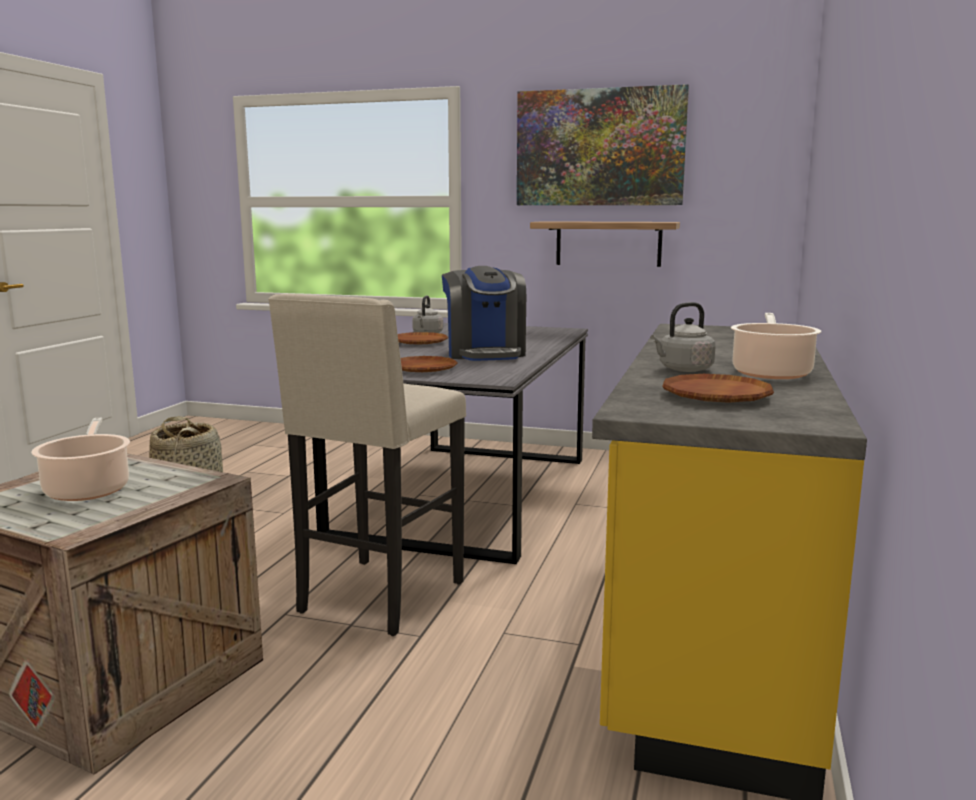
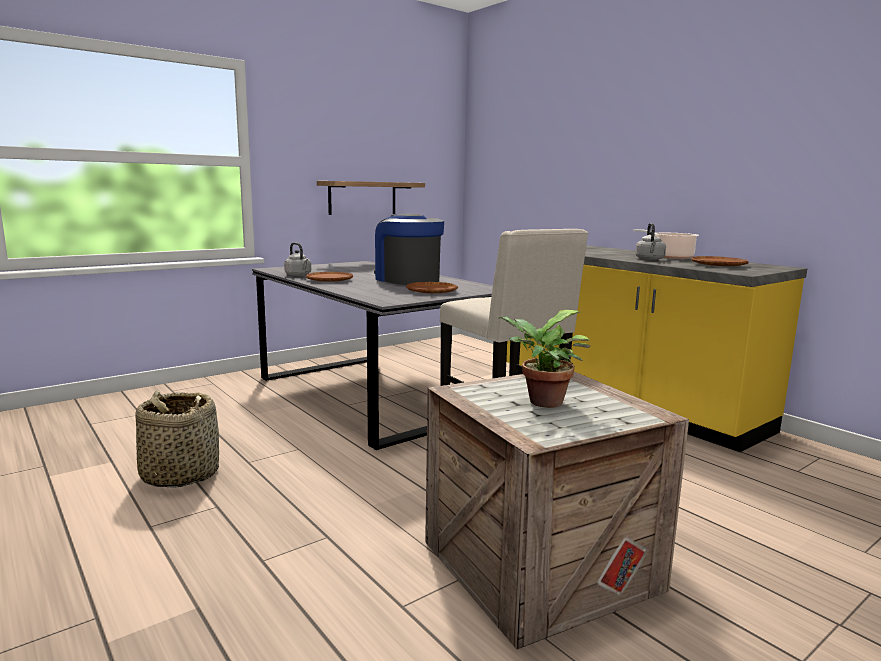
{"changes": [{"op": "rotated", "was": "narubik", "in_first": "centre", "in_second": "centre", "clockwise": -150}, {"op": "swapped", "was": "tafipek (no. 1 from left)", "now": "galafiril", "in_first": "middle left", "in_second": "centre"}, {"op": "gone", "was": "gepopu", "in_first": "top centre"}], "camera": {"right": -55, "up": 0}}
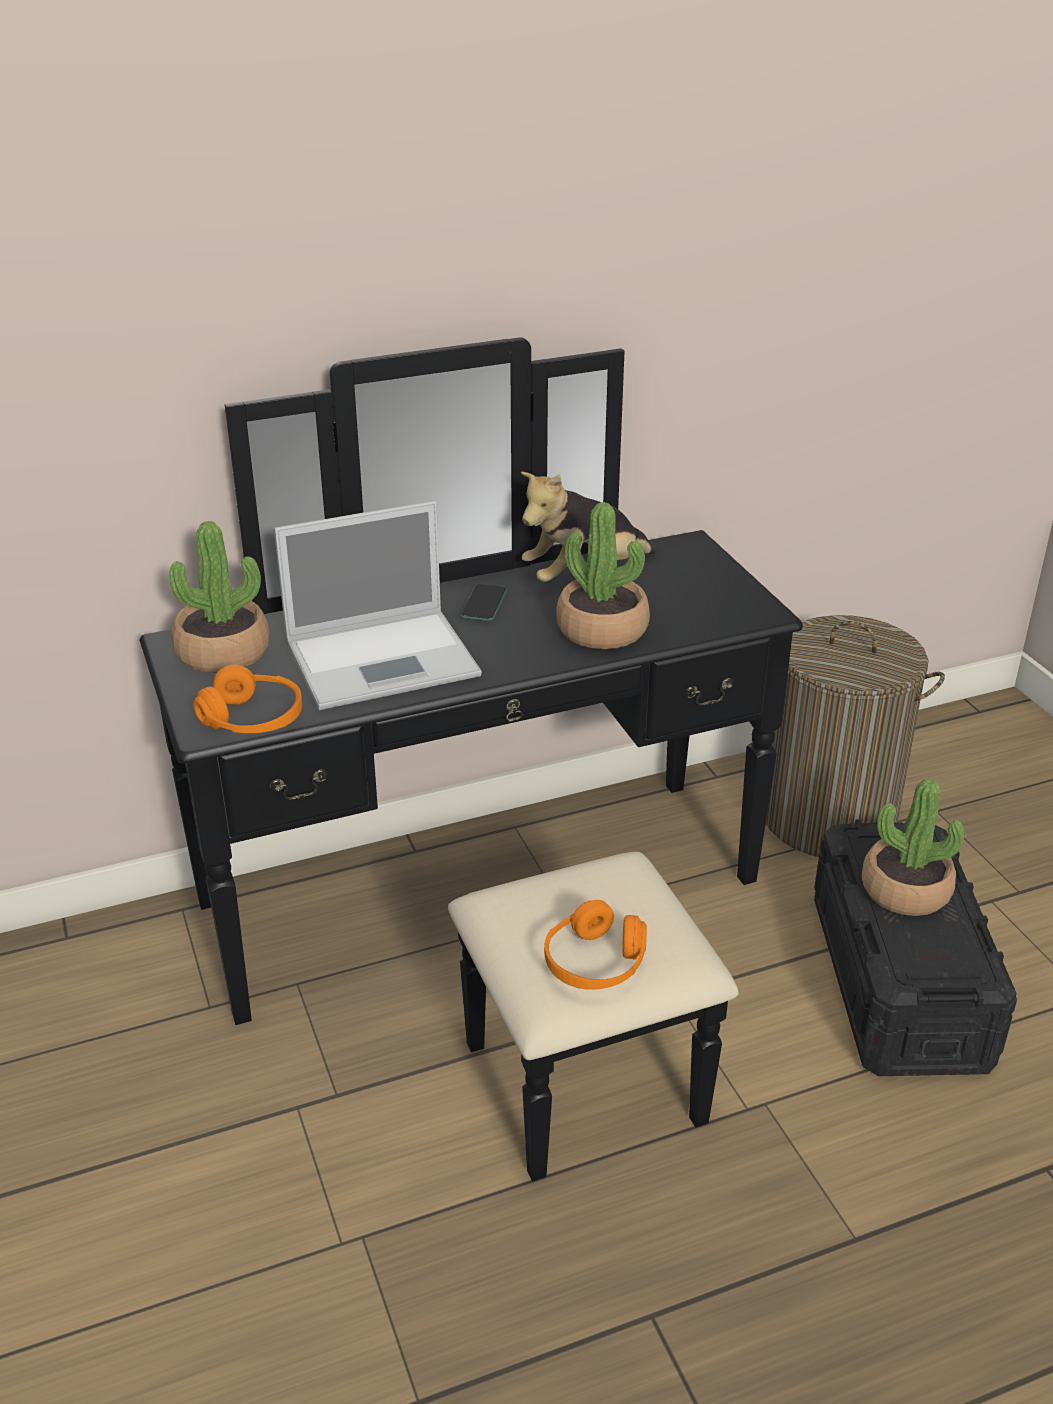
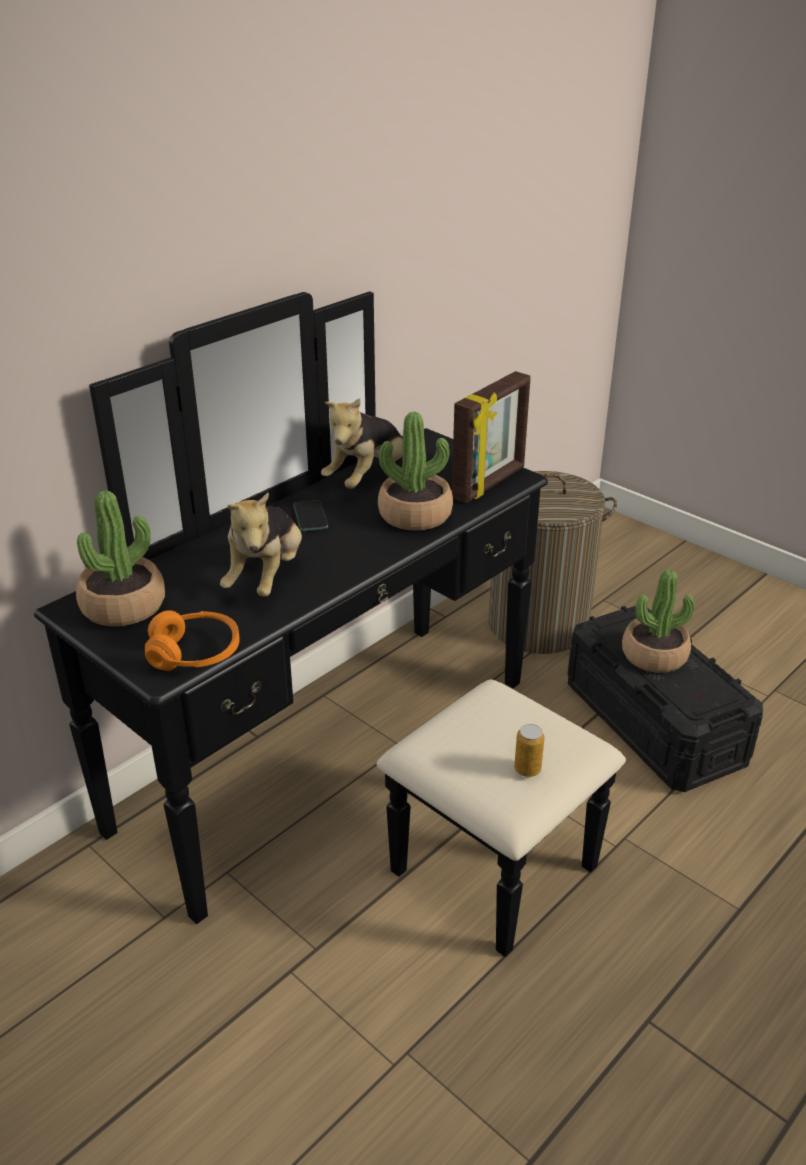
{"changes": [{"op": "swapped", "was": "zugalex", "now": "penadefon (no. 1 from left)", "in_first": "centre", "in_second": "middle left"}, {"op": "new", "now": "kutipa", "in_second": "centre"}, {"op": "swapped", "was": "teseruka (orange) (no. 2 from left)", "now": "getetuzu", "in_first": "bottom centre", "in_second": "centre"}], "camera": {"right": -25, "up": 0}}
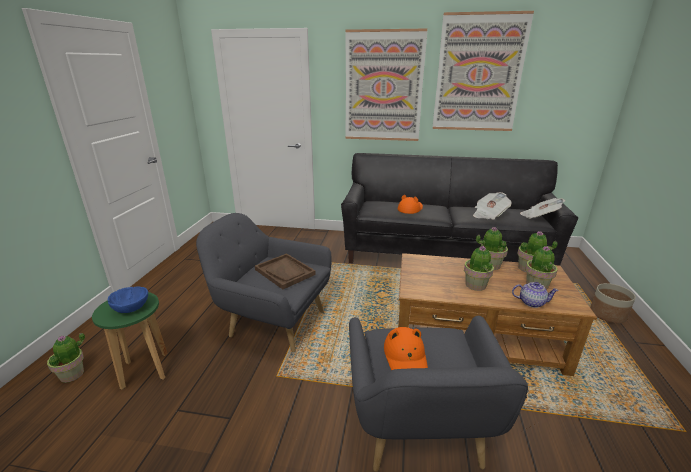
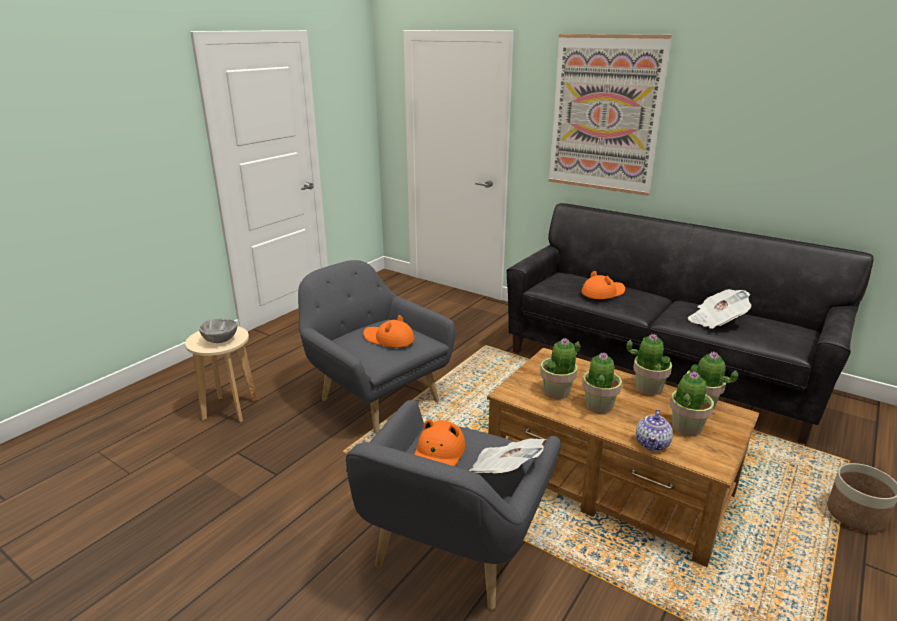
{"changes": [{"op": "repainted", "was": "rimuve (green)", "now": "rimuve (beige)", "in_first": "bottom left", "in_second": "middle left"}, {"op": "repainted", "was": "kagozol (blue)", "now": "kagozol (grey)", "in_first": "middle left", "in_second": "middle left"}, {"op": "swapped", "was": "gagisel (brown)", "now": "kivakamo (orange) (no. 1 from left)", "in_first": "centre", "in_second": "centre"}, {"op": "shifted", "was": "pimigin (no. 2 from left in the first image)", "now": "pimigin (no. 1 from left)", "in_first": "middle right", "in_second": "bottom centre"}, {"op": "shifted", "was": "galafiril (no. 1 from left)", "in_first": "bottom left", "in_second": "centre"}, {"op": "rotated", "was": "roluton", "in_first": "middle right", "in_second": "bottom right", "clockwise": 75}, {"op": "gone", "was": "gepopu (no. 2 from left)", "in_first": "top right"}], "camera": {"right": 25, "up": 0}}
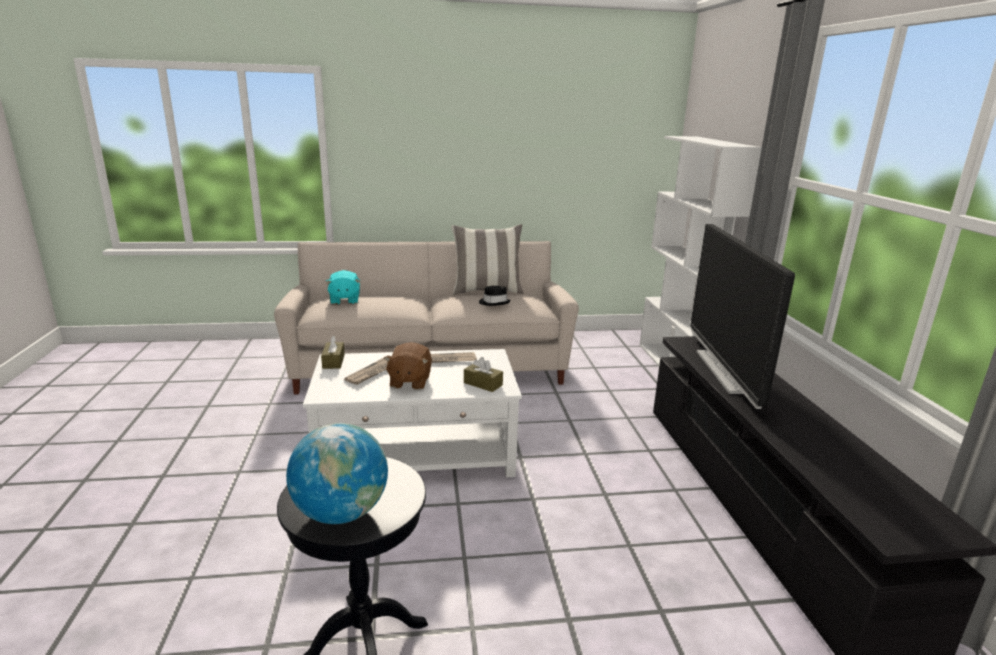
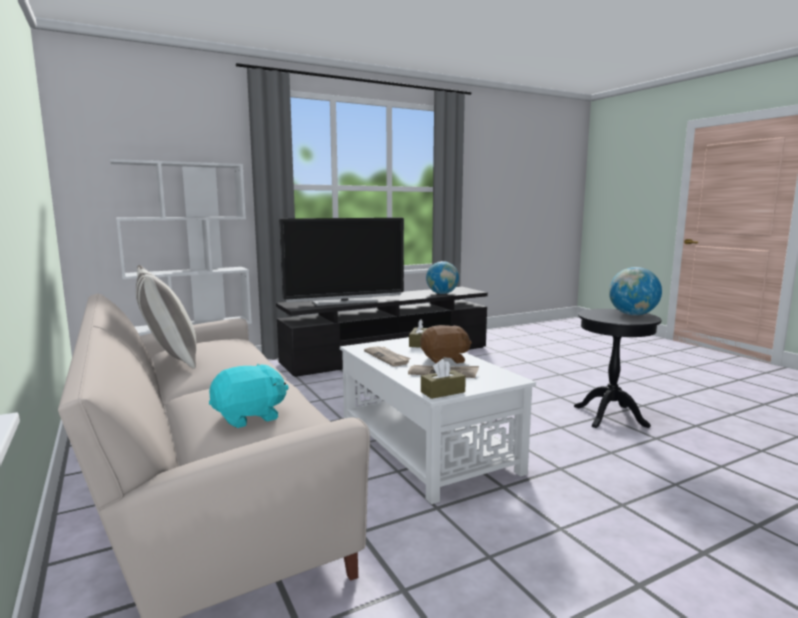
{"changes": [{"op": "new", "now": "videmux (no. 1 from left)", "in_second": "centre"}, {"op": "gone", "was": "kivakamo (black)", "in_first": "centre"}], "camera": {"right": -110, "up": -10}}
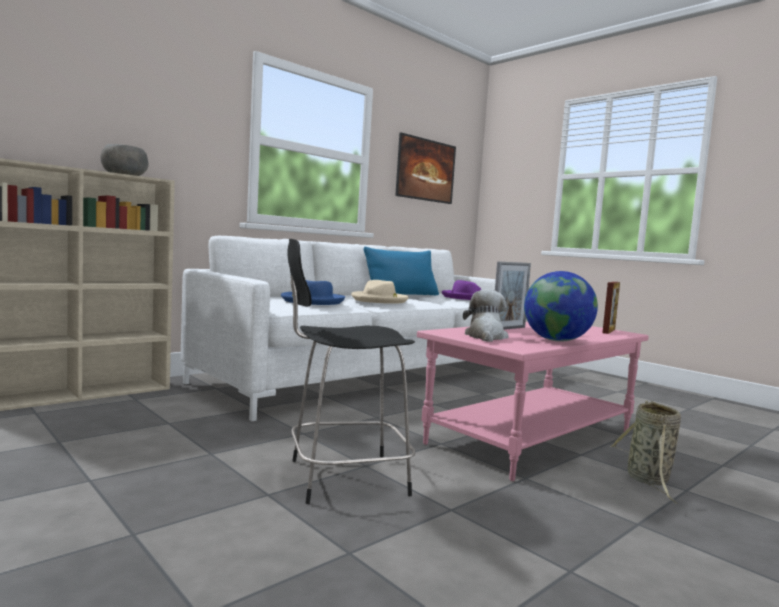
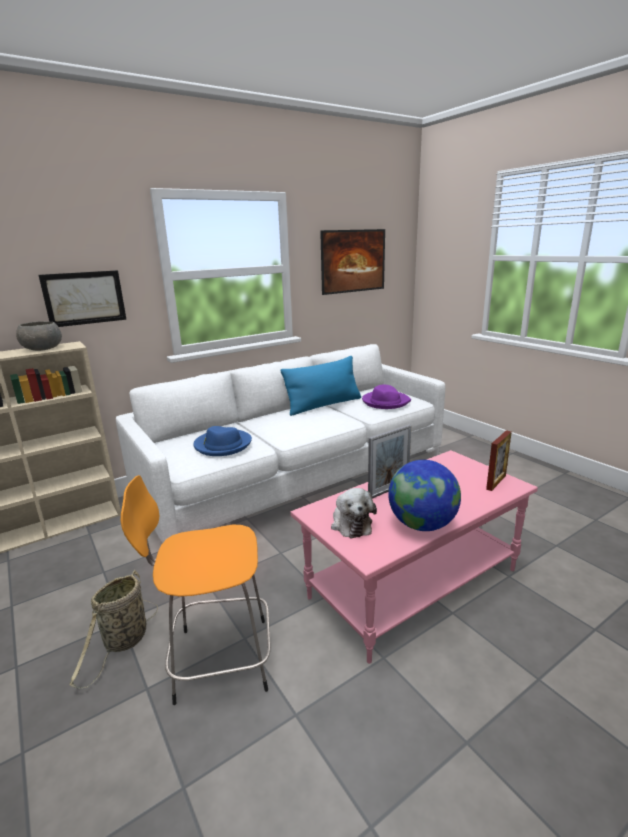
{"changes": [{"op": "new", "now": "gepopu (no. 1 from left)", "in_second": "middle left"}, {"op": "shifted", "was": "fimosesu", "in_first": "bottom right", "in_second": "bottom left"}, {"op": "repainted", "was": "rimuve (black)", "now": "rimuve (orange)", "in_first": "centre", "in_second": "bottom left"}, {"op": "rotated", "was": "penadefon", "in_first": "centre", "in_second": "centre", "clockwise": 150}, {"op": "gone", "was": "kivakamo (beige)", "in_first": "centre"}], "camera": {"right": 10, "up": 15}}
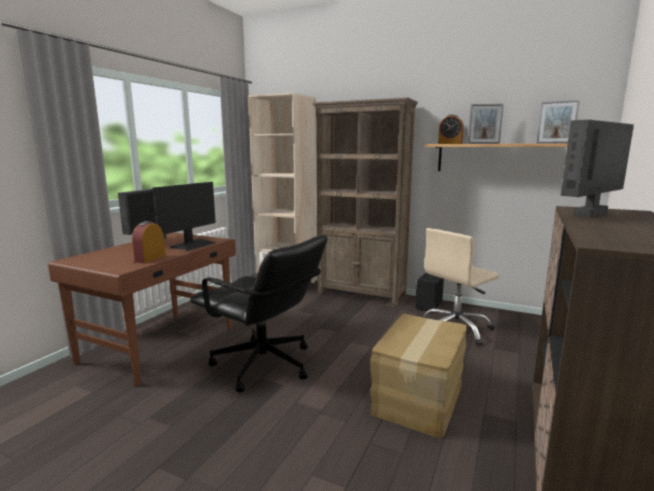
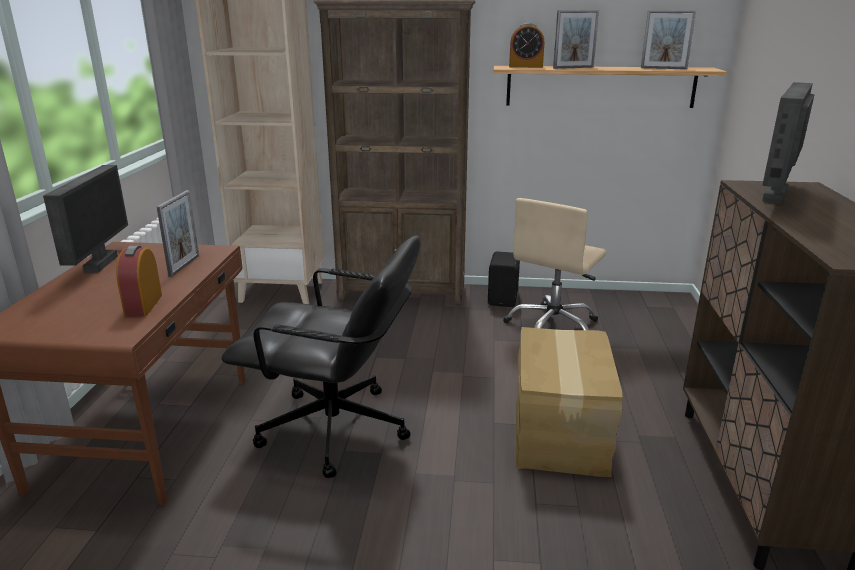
{"changes": [{"op": "swapped", "was": "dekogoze (no. 2 from left)", "now": "kutipa (no. 1 from left)", "in_first": "middle left", "in_second": "middle left"}], "camera": {"right": -20, "up": 10}}
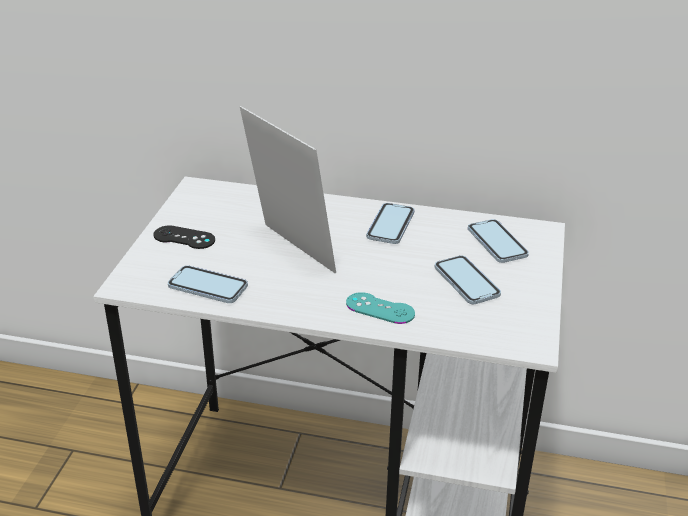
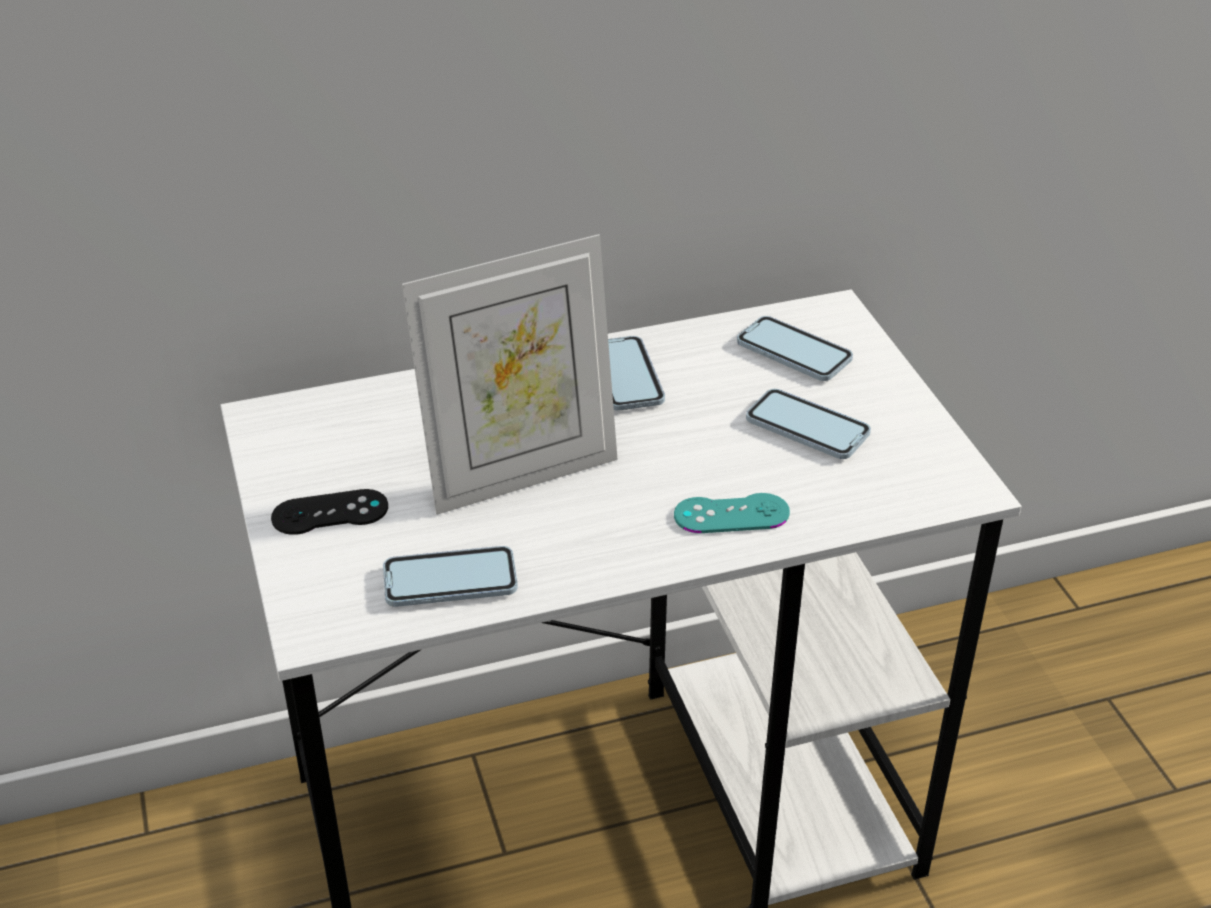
{"changes": [{"op": "rotated", "was": "kutipa", "in_first": "centre", "in_second": "centre", "clockwise": 135}], "camera": {"right": -30, "up": 5}}
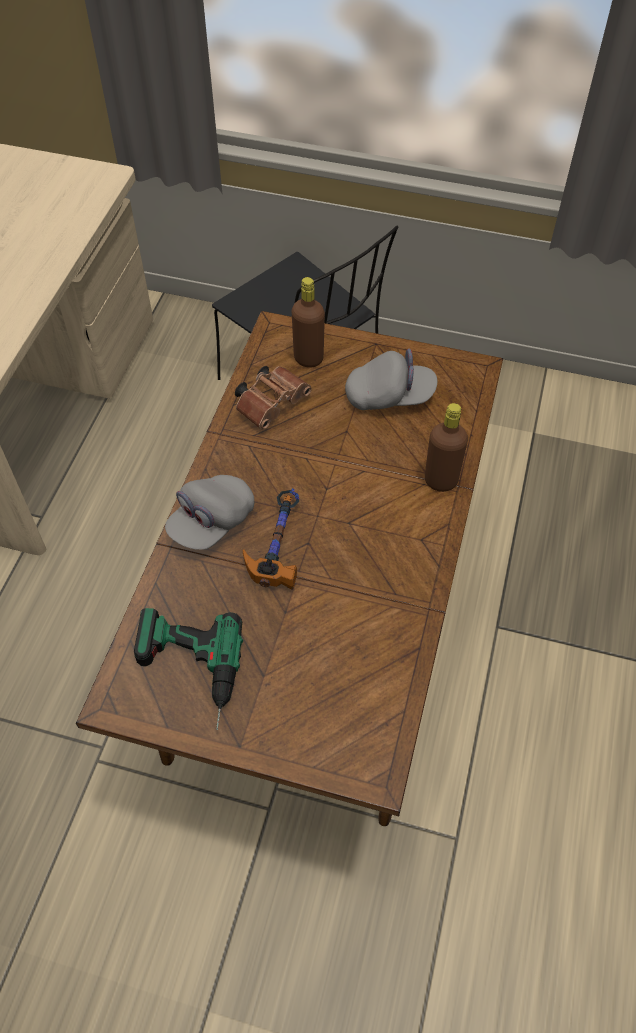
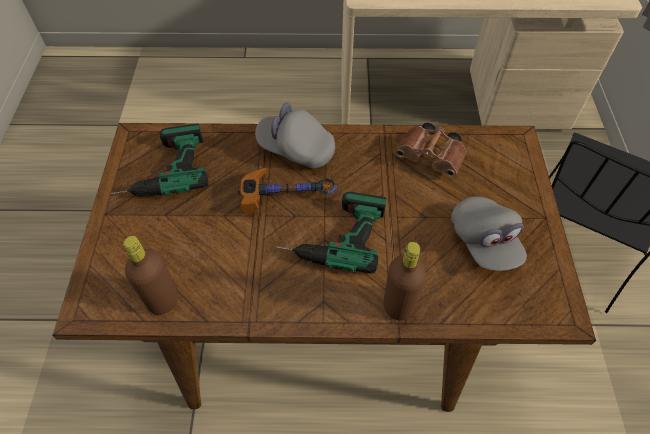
{"changes": [{"op": "shifted", "was": "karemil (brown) (no. 1 from left)", "in_first": "top centre", "in_second": "middle left"}, {"op": "new", "now": "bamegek (no. 2 from left)", "in_second": "centre"}], "camera": {"right": 75, "up": 0}}
